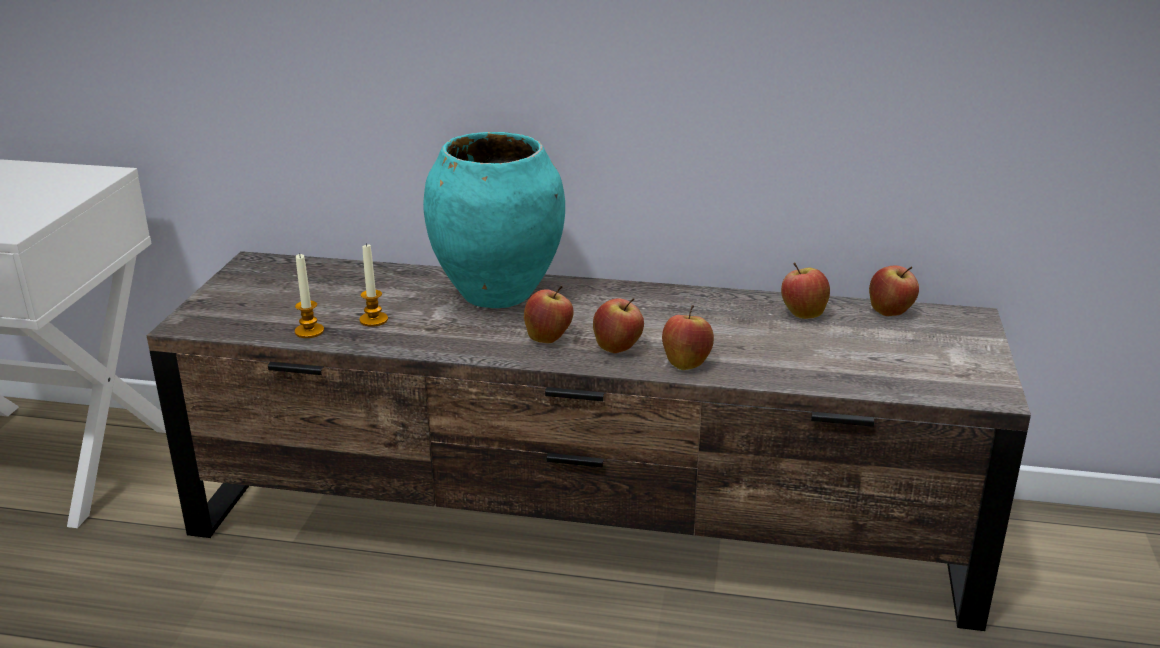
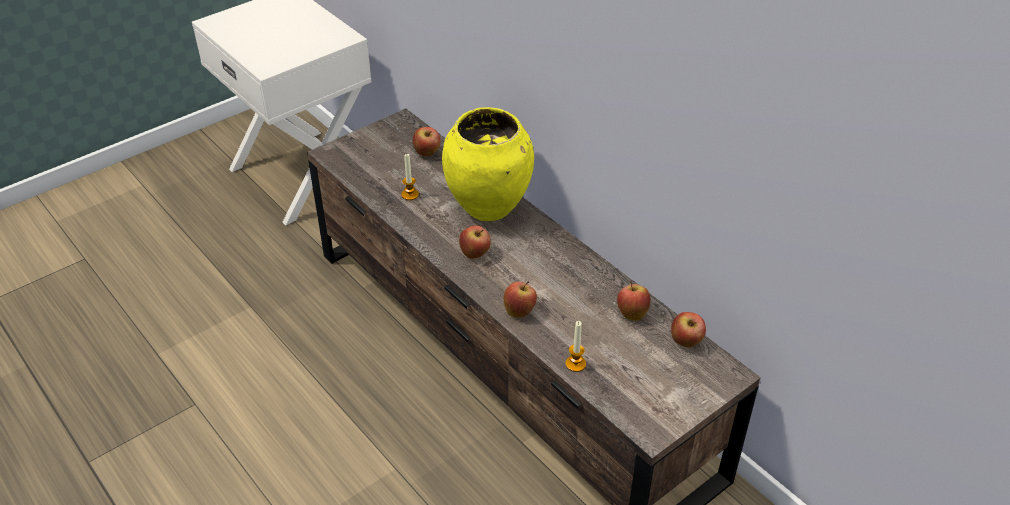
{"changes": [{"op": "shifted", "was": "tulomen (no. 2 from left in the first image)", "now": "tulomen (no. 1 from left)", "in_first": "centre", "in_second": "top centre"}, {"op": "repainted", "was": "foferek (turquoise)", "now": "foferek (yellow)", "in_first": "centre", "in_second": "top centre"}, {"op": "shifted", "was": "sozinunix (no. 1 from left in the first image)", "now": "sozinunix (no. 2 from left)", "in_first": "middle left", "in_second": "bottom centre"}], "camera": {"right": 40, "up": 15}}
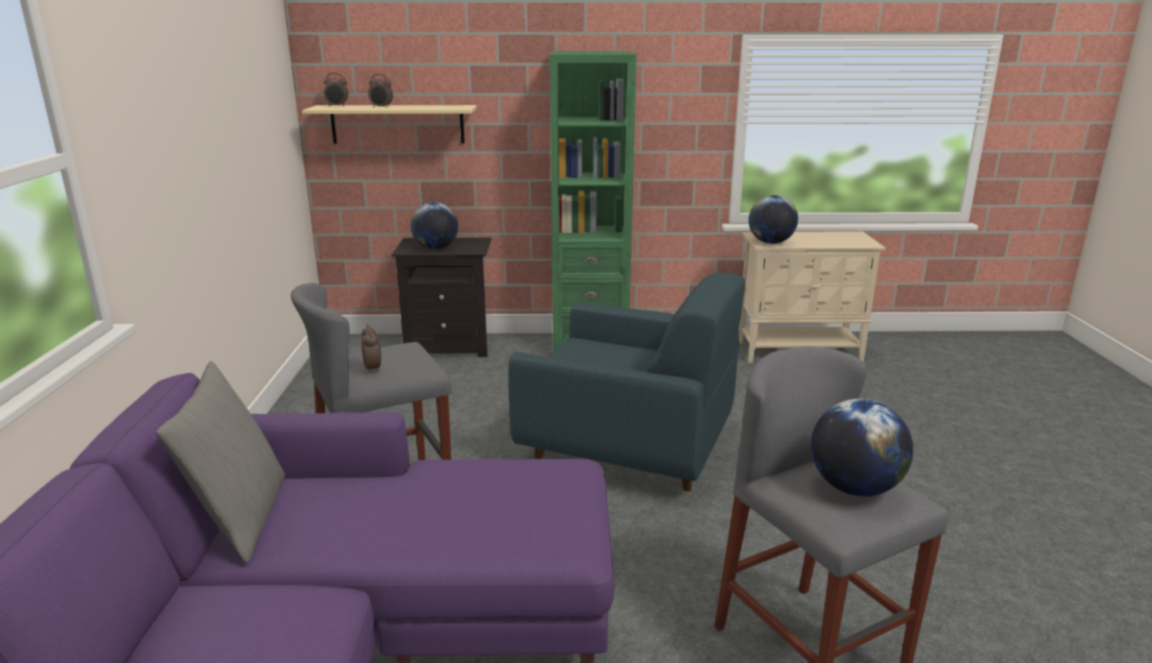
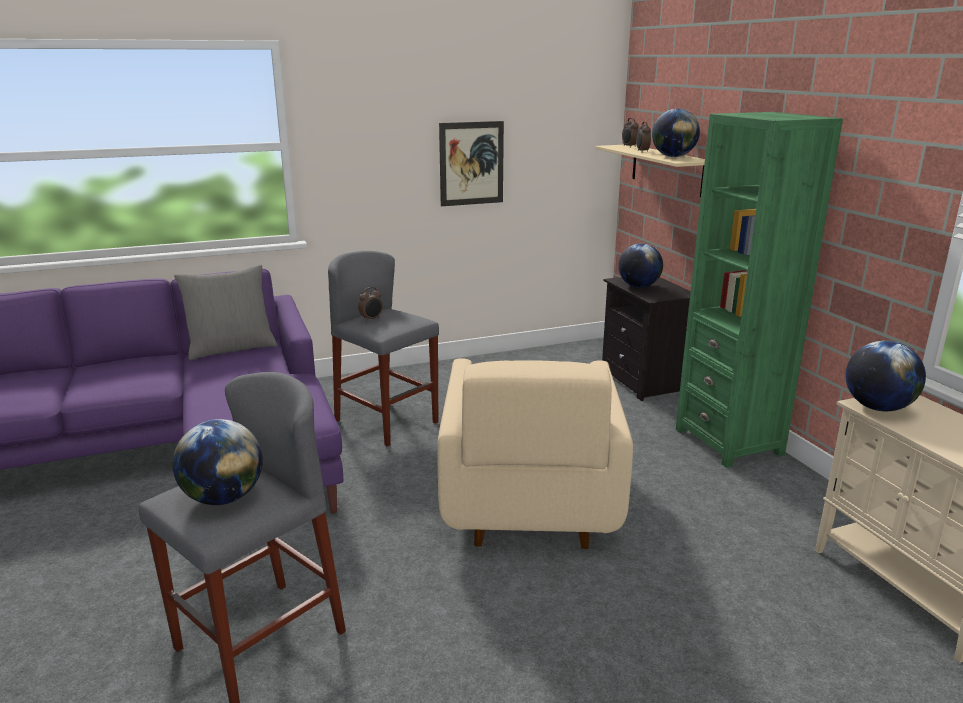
{"changes": [{"op": "repainted", "was": "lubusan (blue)", "now": "lubusan (beige)", "in_first": "centre", "in_second": "centre"}, {"op": "new", "now": "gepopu", "in_second": "top centre"}, {"op": "new", "now": "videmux (no. 3 from left)", "in_second": "top right"}], "camera": {"right": 70, "up": 0}}
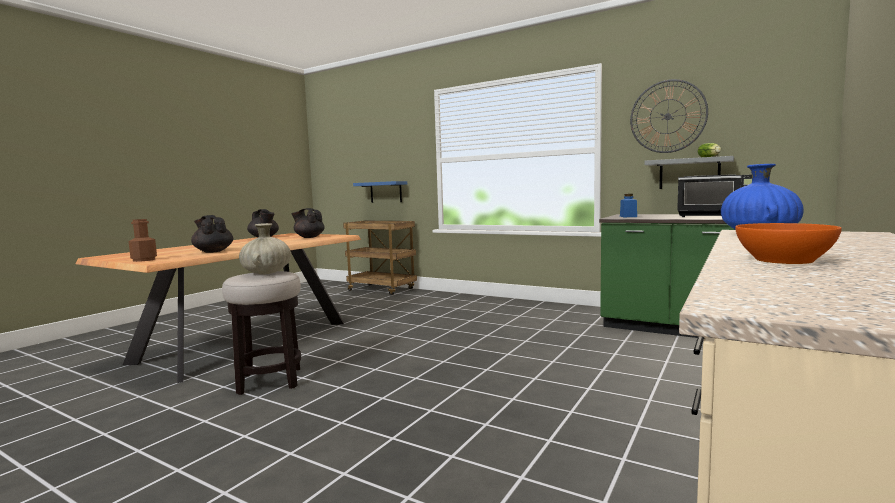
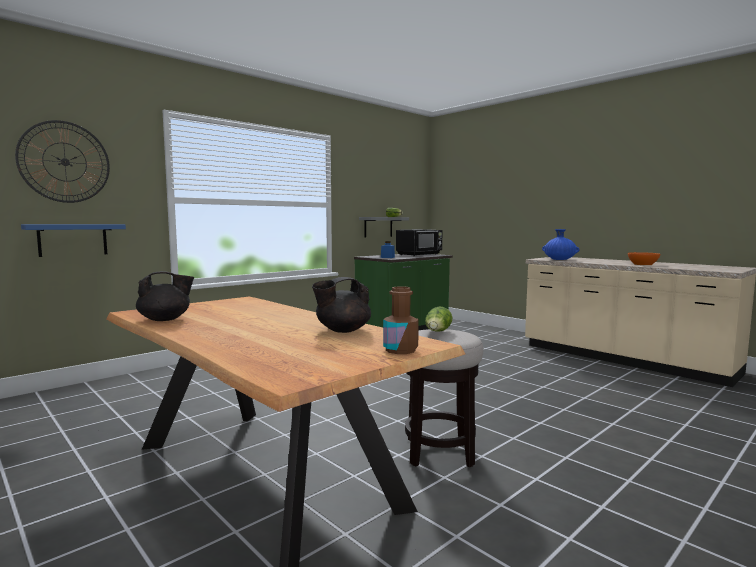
{"changes": [{"op": "shifted", "was": "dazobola", "in_first": "top right", "in_second": "top left"}, {"op": "swapped", "was": "foferek (beige)", "now": "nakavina (no. 2 from left)", "in_first": "middle left", "in_second": "centre"}, {"op": "gone", "was": "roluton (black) (no. 3 from left)", "in_first": "centre"}, {"op": "gone", "was": "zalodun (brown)", "in_first": "centre"}], "camera": {"right": -75, "up": 0}}
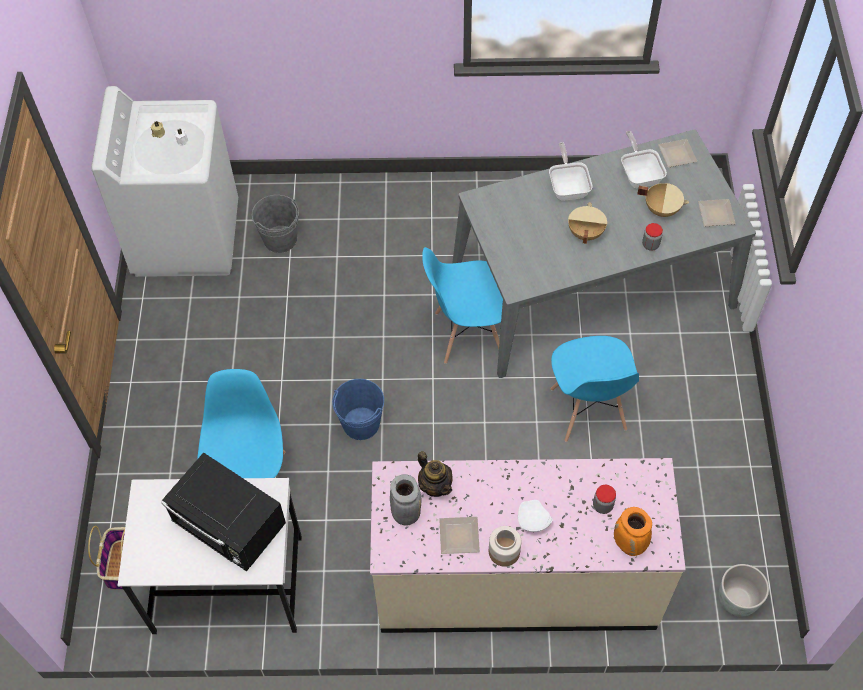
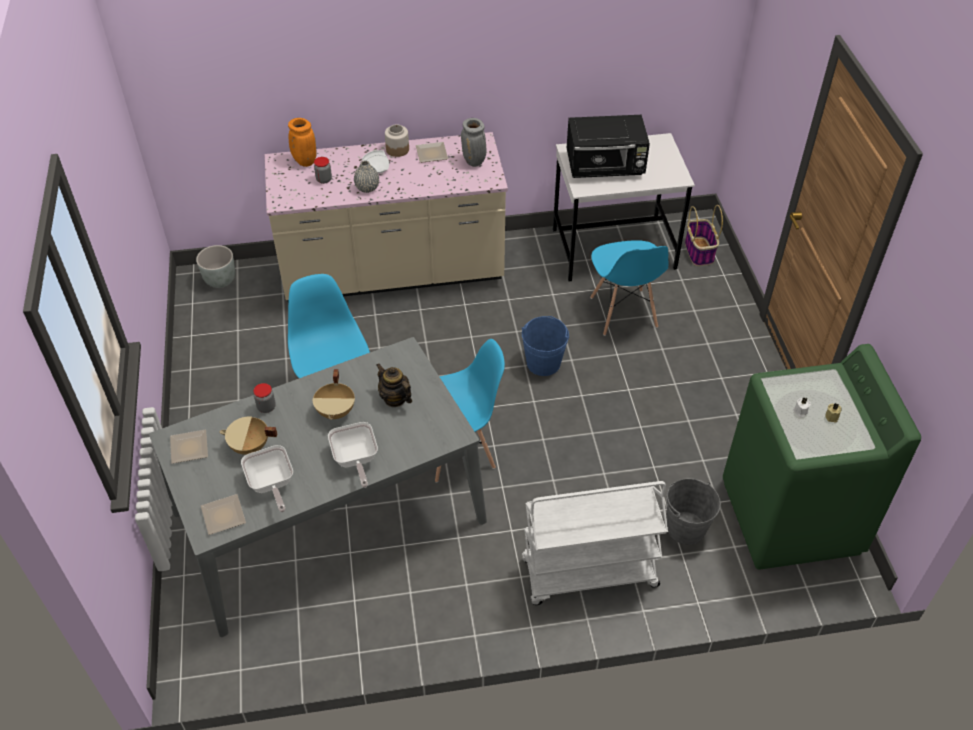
{"changes": [{"op": "new", "now": "foferek (grey) (no. 1 from left)", "in_second": "top centre"}, {"op": "shifted", "was": "roluton", "in_first": "bottom centre", "in_second": "centre"}, {"op": "new", "now": "zalodun (white)", "in_second": "bottom centre"}, {"op": "rotated", "was": "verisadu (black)", "in_first": "bottom left", "in_second": "top centre", "clockwise": 150}, {"op": "repainted", "was": "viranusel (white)", "now": "viranusel (green)", "in_first": "top left", "in_second": "middle right"}], "camera": {"right": 170, "up": -10}}
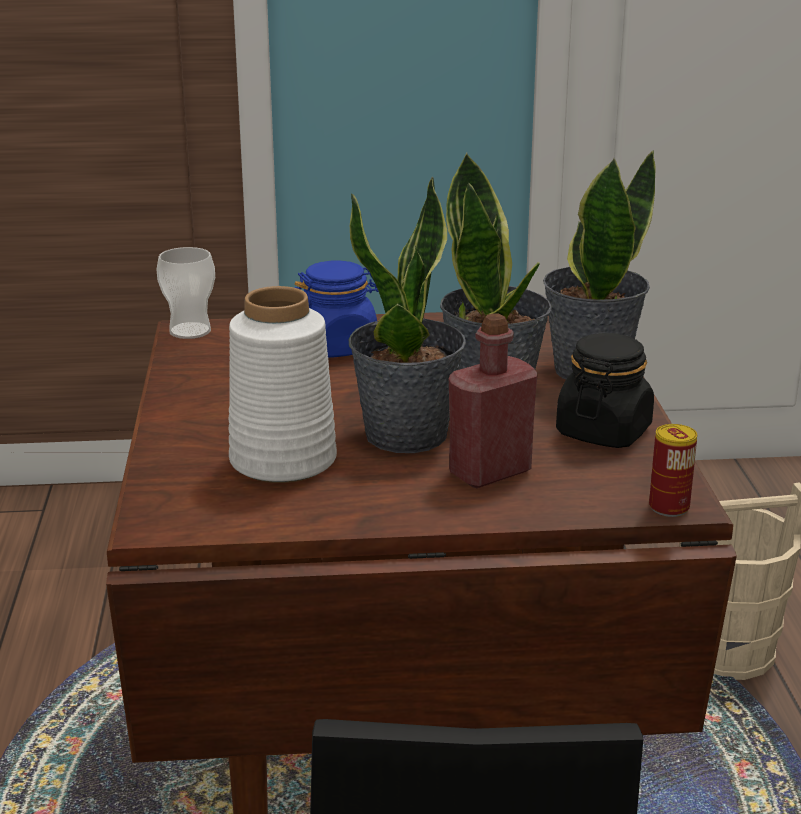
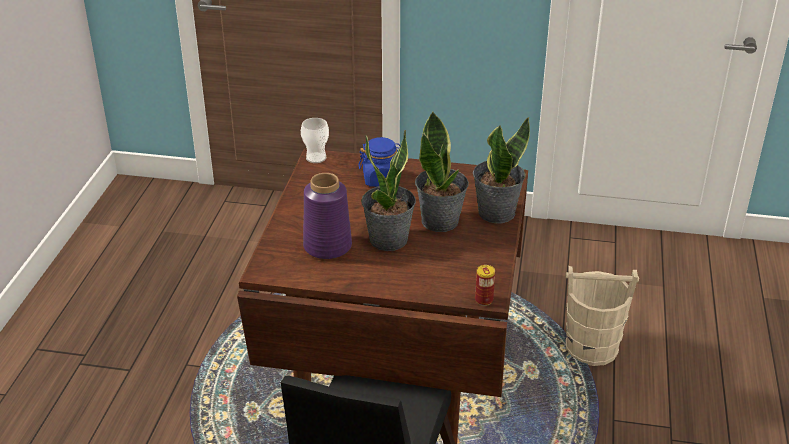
{"changes": [{"op": "repainted", "was": "foferek (white)", "now": "foferek (purple)", "in_first": "centre", "in_second": "centre"}, {"op": "gone", "was": "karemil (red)", "in_first": "centre"}, {"op": "gone", "was": "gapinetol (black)", "in_first": "middle right"}], "camera": {"right": 15, "up": 10}}
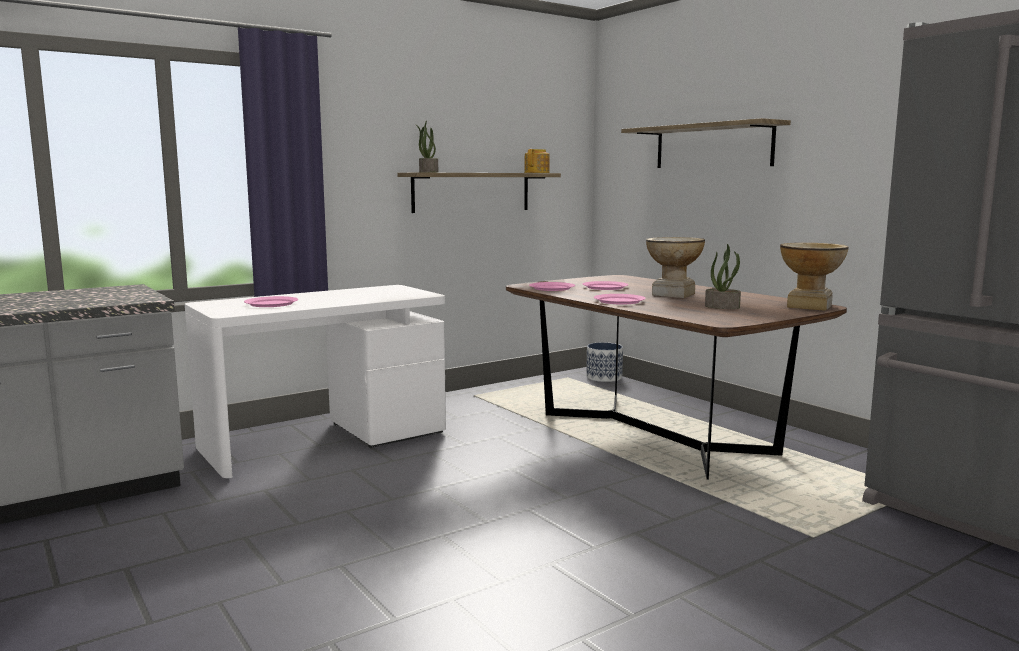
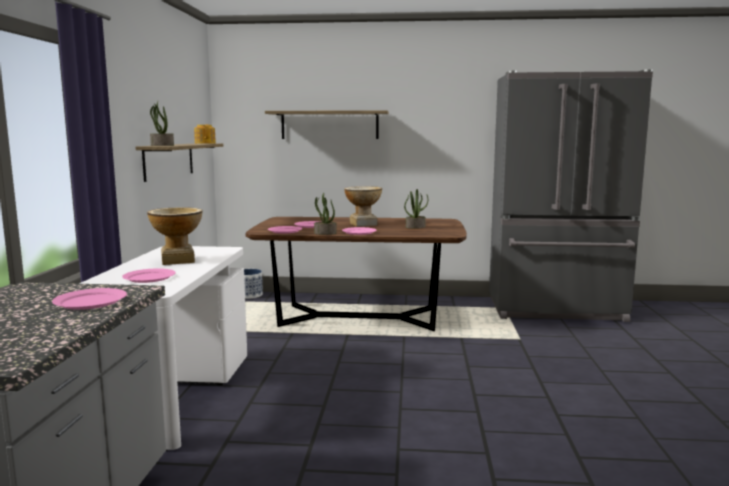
{"changes": [{"op": "new", "now": "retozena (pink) (no. 1 from left)", "in_second": "middle left"}, {"op": "shifted", "was": "foferek (no. 2 from left in the first image)", "now": "foferek (no. 1 from left)", "in_first": "middle right", "in_second": "middle left"}, {"op": "new", "now": "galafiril (no. 2 from left)", "in_second": "centre"}], "camera": {"right": -50, "up": 0}}
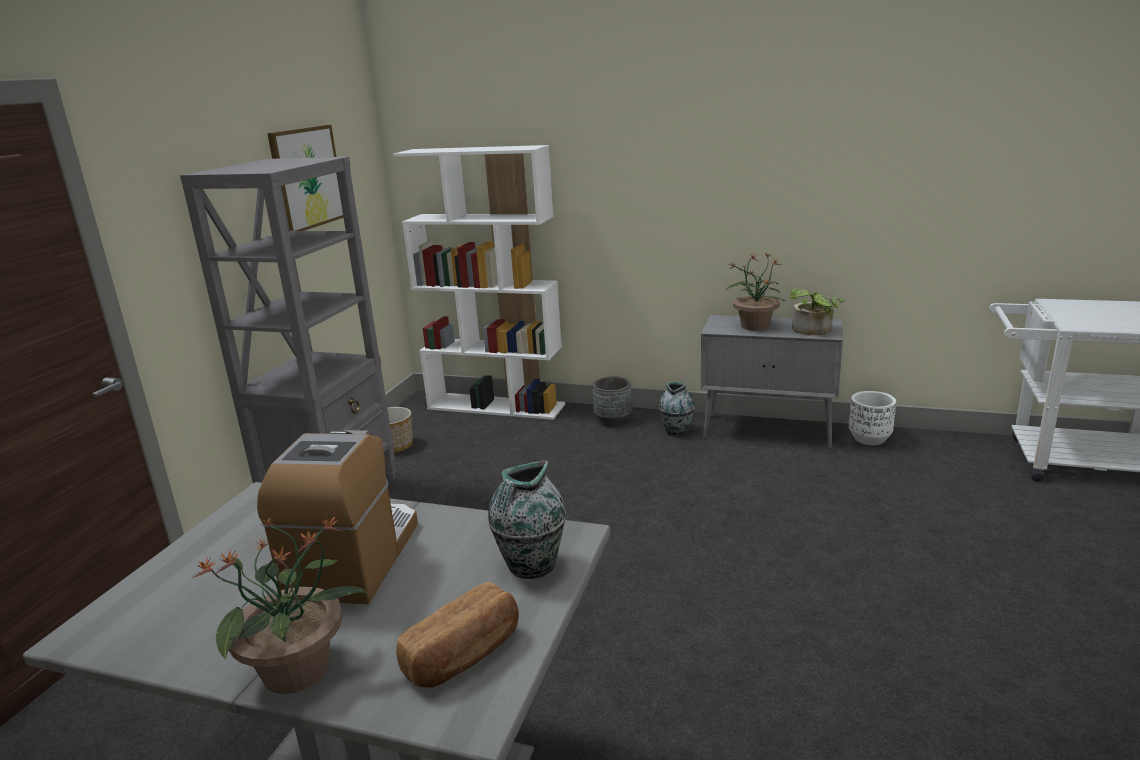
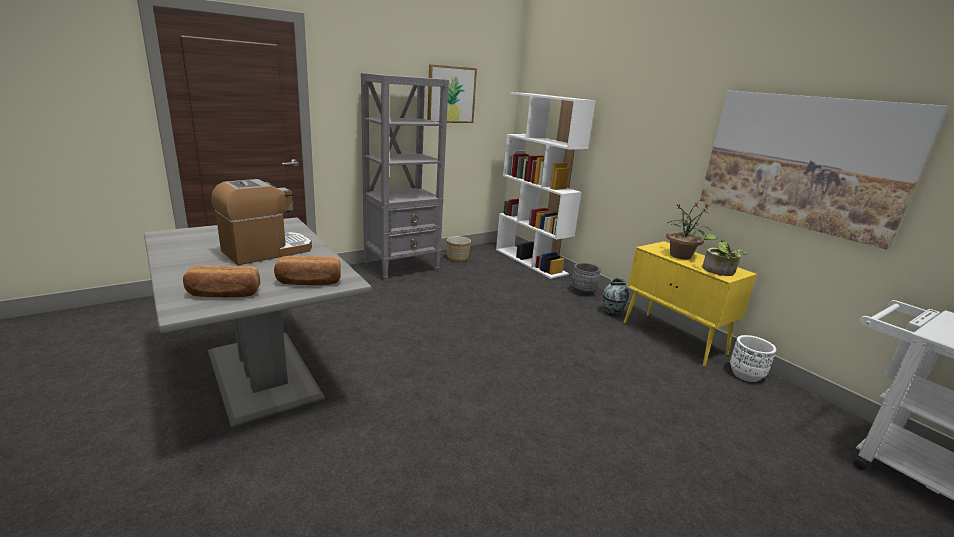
{"changes": [{"op": "swapped", "was": "foferek (no. 1 from left)", "now": "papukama (no. 2 from left)", "in_first": "bottom centre", "in_second": "middle left"}, {"op": "repainted", "was": "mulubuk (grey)", "now": "mulubuk (yellow)", "in_first": "middle right", "in_second": "middle right"}, {"op": "new", "now": "gepopu (no. 2 from left)", "in_second": "top right"}, {"op": "gone", "was": "galafiril (no. 1 from left)", "in_first": "bottom left"}], "camera": {"right": 35, "up": 0}}
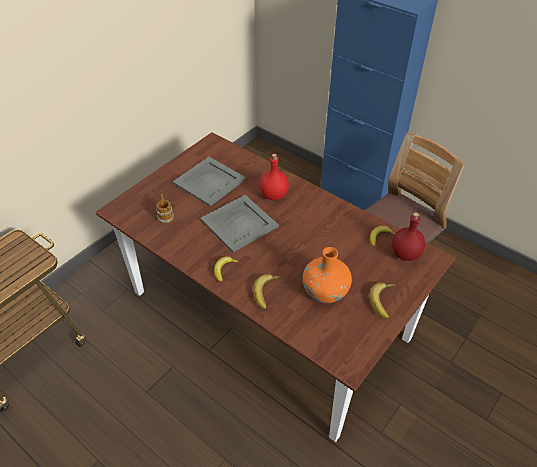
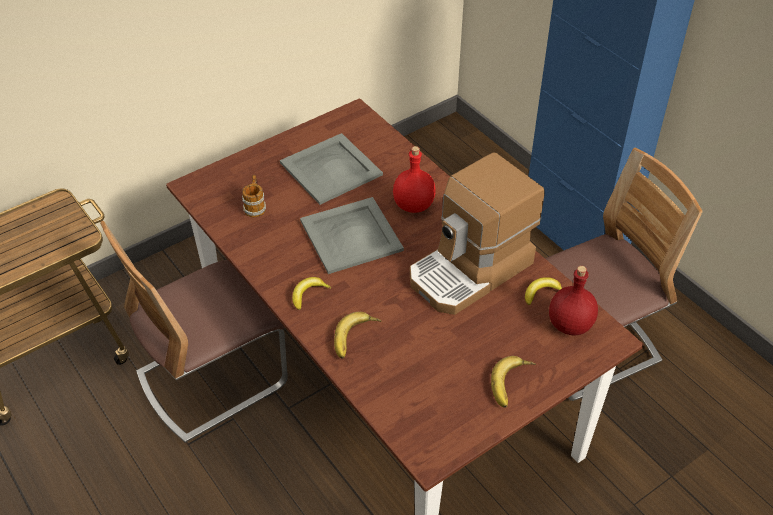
{"changes": [{"op": "new", "now": "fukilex (no. 1 from left)", "in_second": "middle left"}, {"op": "new", "now": "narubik", "in_second": "centre"}, {"op": "gone", "was": "foferek (orange)", "in_first": "centre"}], "camera": {"right": 15, "up": 0}}
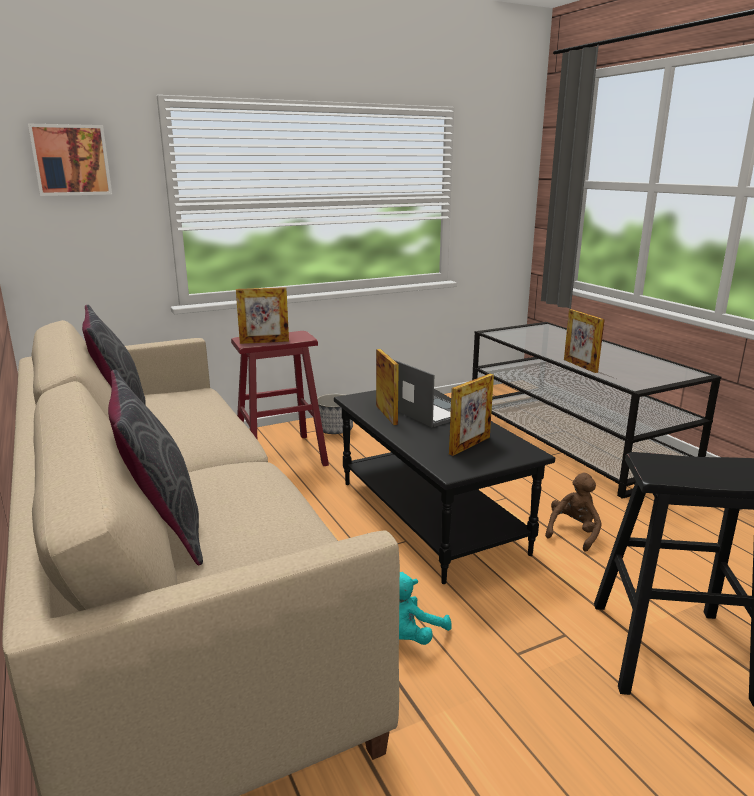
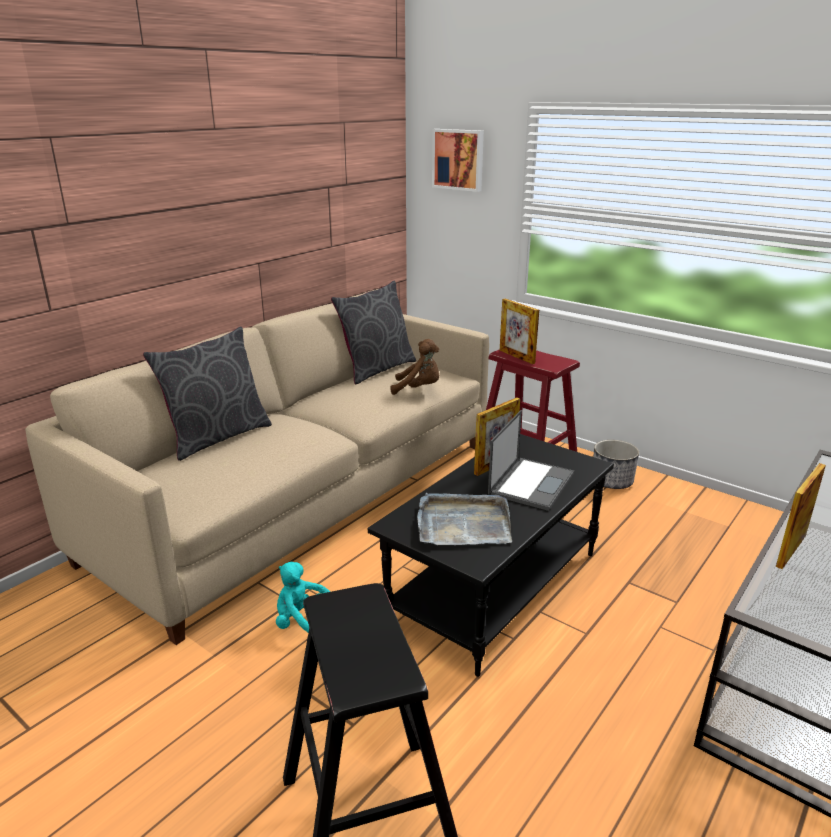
{"changes": [{"op": "shifted", "was": "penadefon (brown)", "in_first": "middle right", "in_second": "centre"}, {"op": "swapped", "was": "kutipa (no. 3 from left)", "now": "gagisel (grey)", "in_first": "centre", "in_second": "centre"}], "camera": {"right": 65, "up": 5}}
